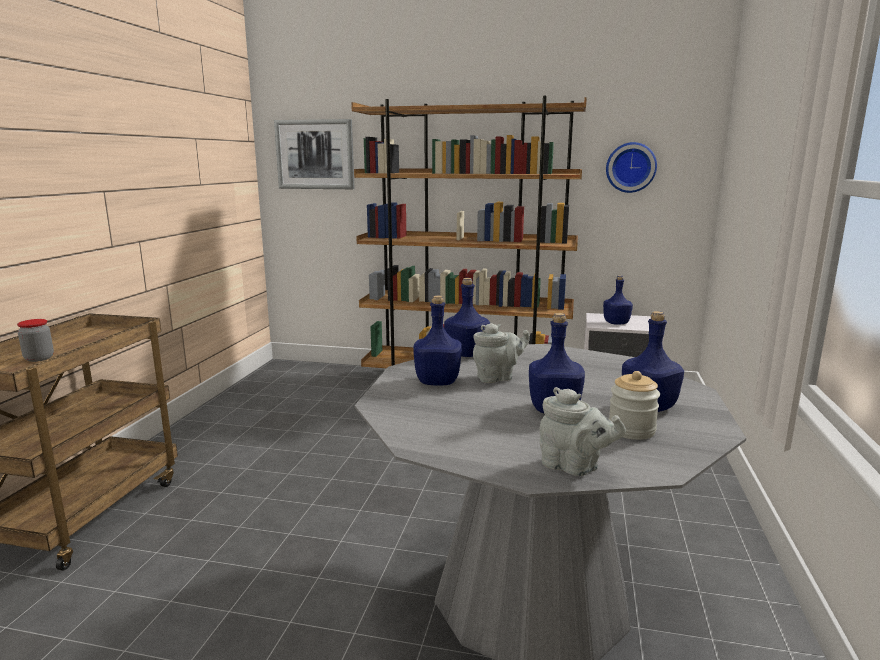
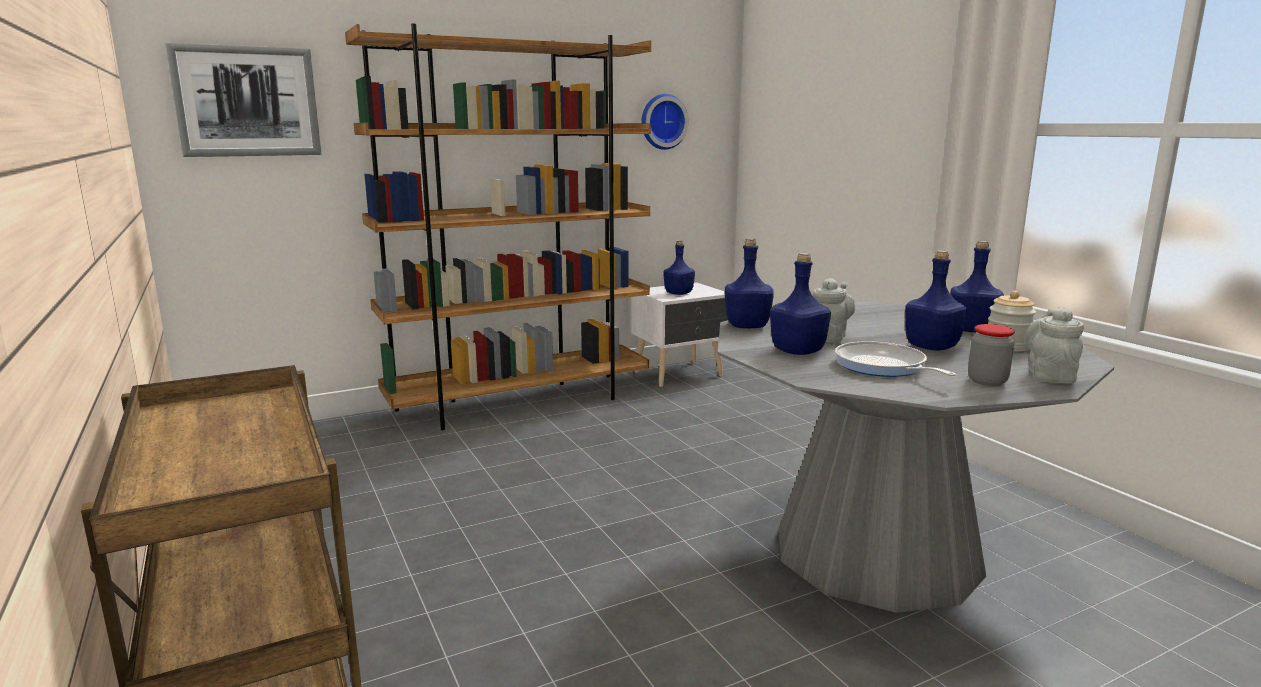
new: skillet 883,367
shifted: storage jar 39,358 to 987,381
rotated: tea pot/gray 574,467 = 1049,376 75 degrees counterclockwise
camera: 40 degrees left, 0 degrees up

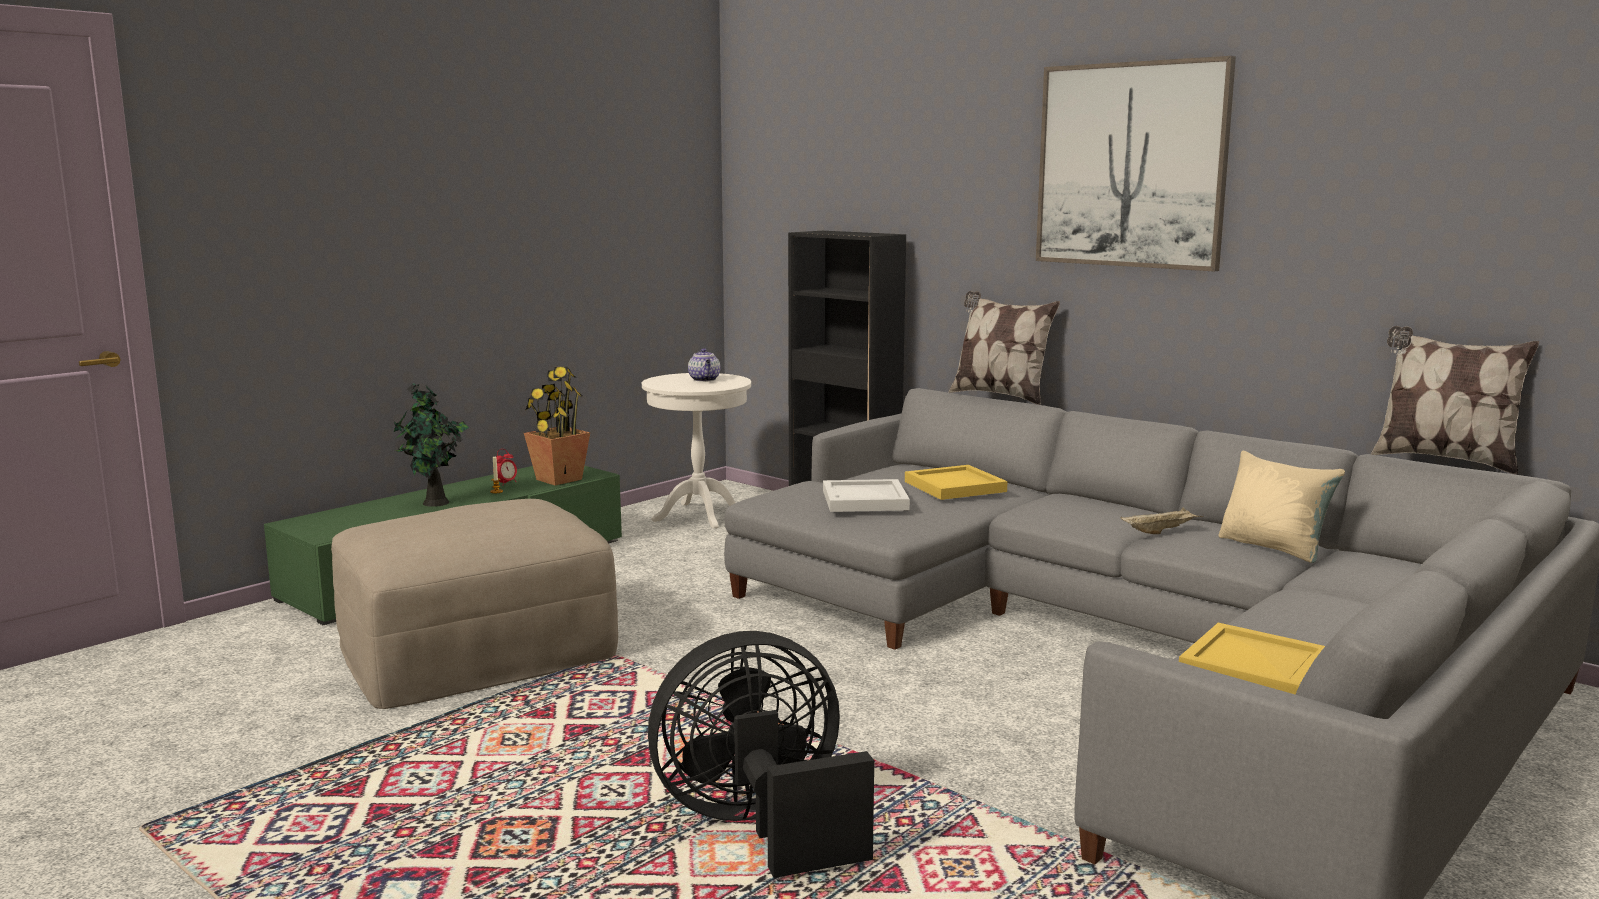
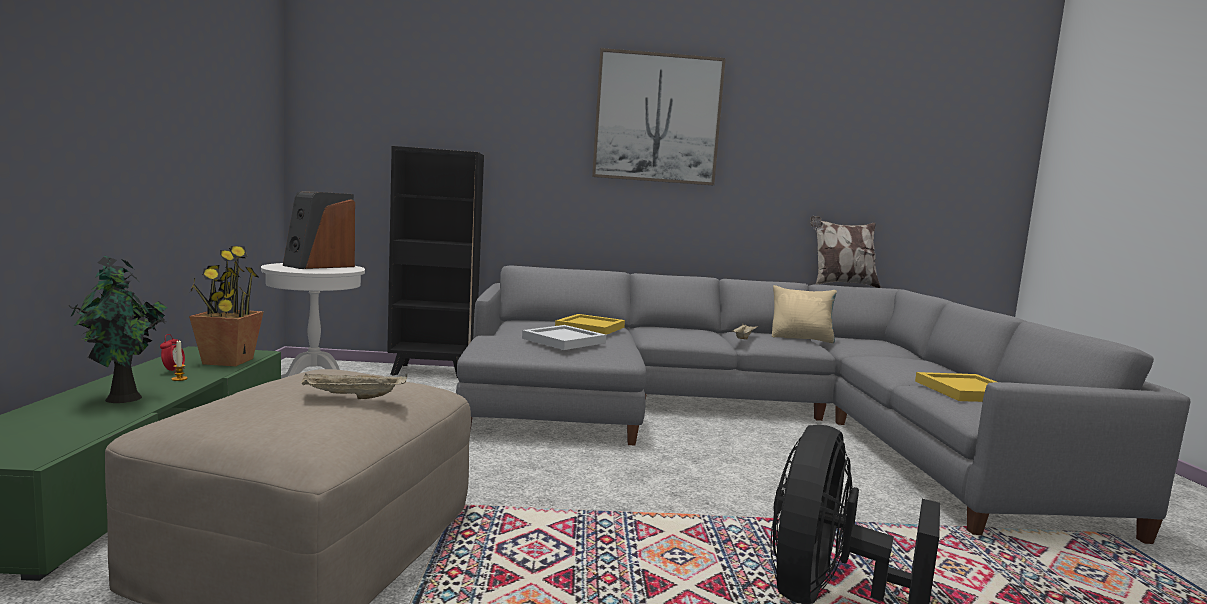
gone: throw pillow 999,396
new: tray/beige 352,397
swapped: tea pot 705,380 to speaker 319,266
camera: 45 degrees left, 5 degrees down

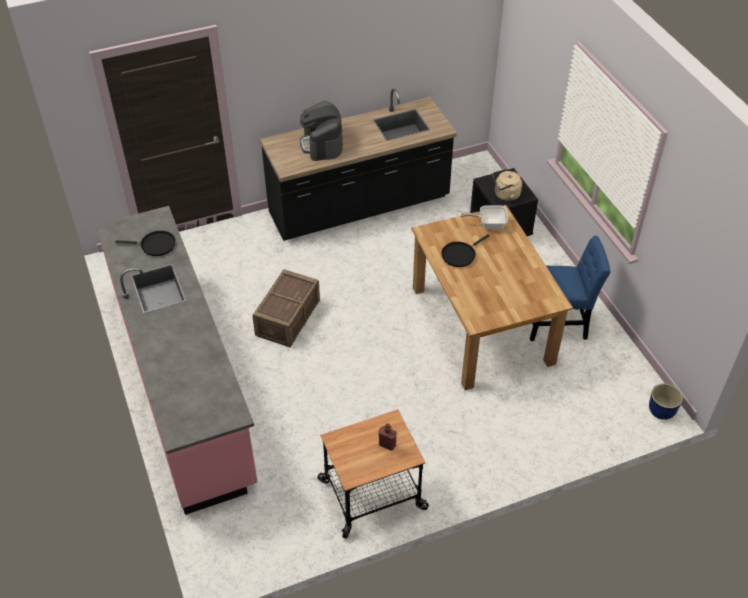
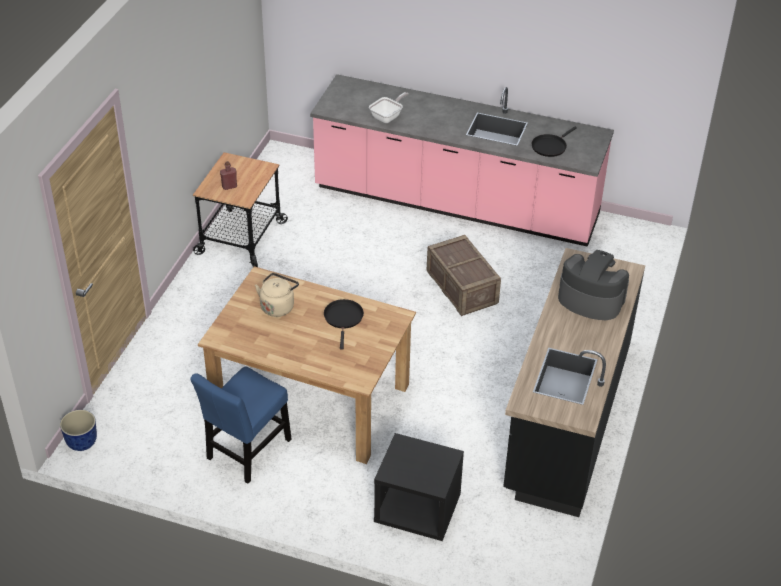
shifted: tea kettle/beige 505,195 to 278,306; skillet 489,224 to 388,116
camera: 130 degrees right, 5 degrees down

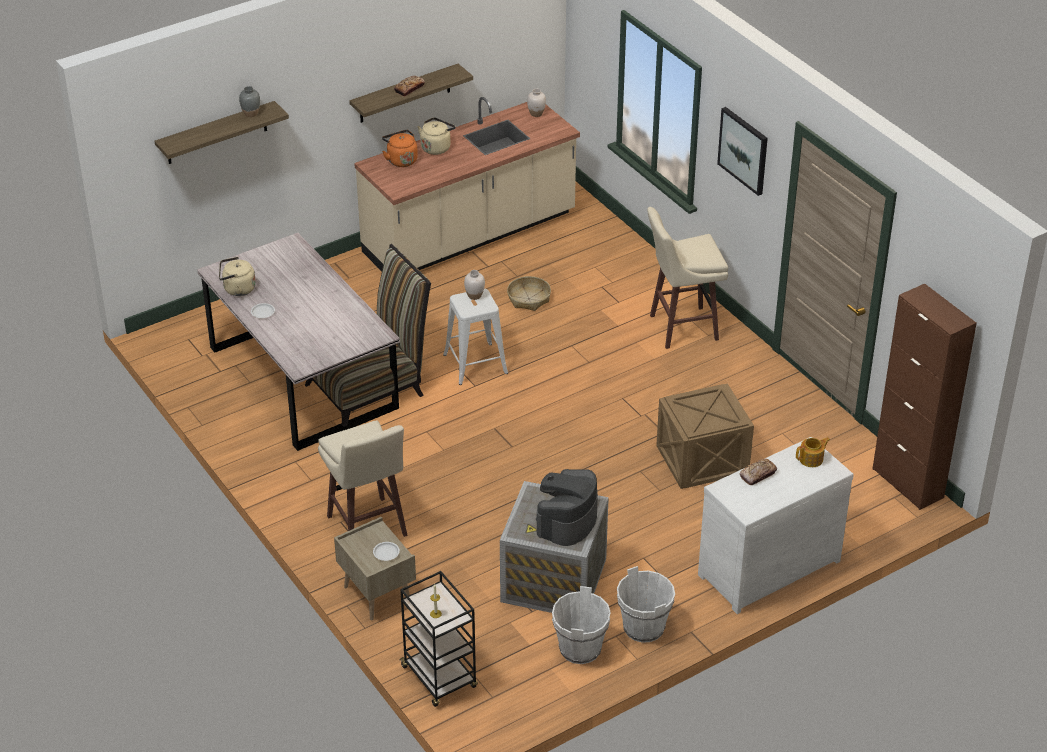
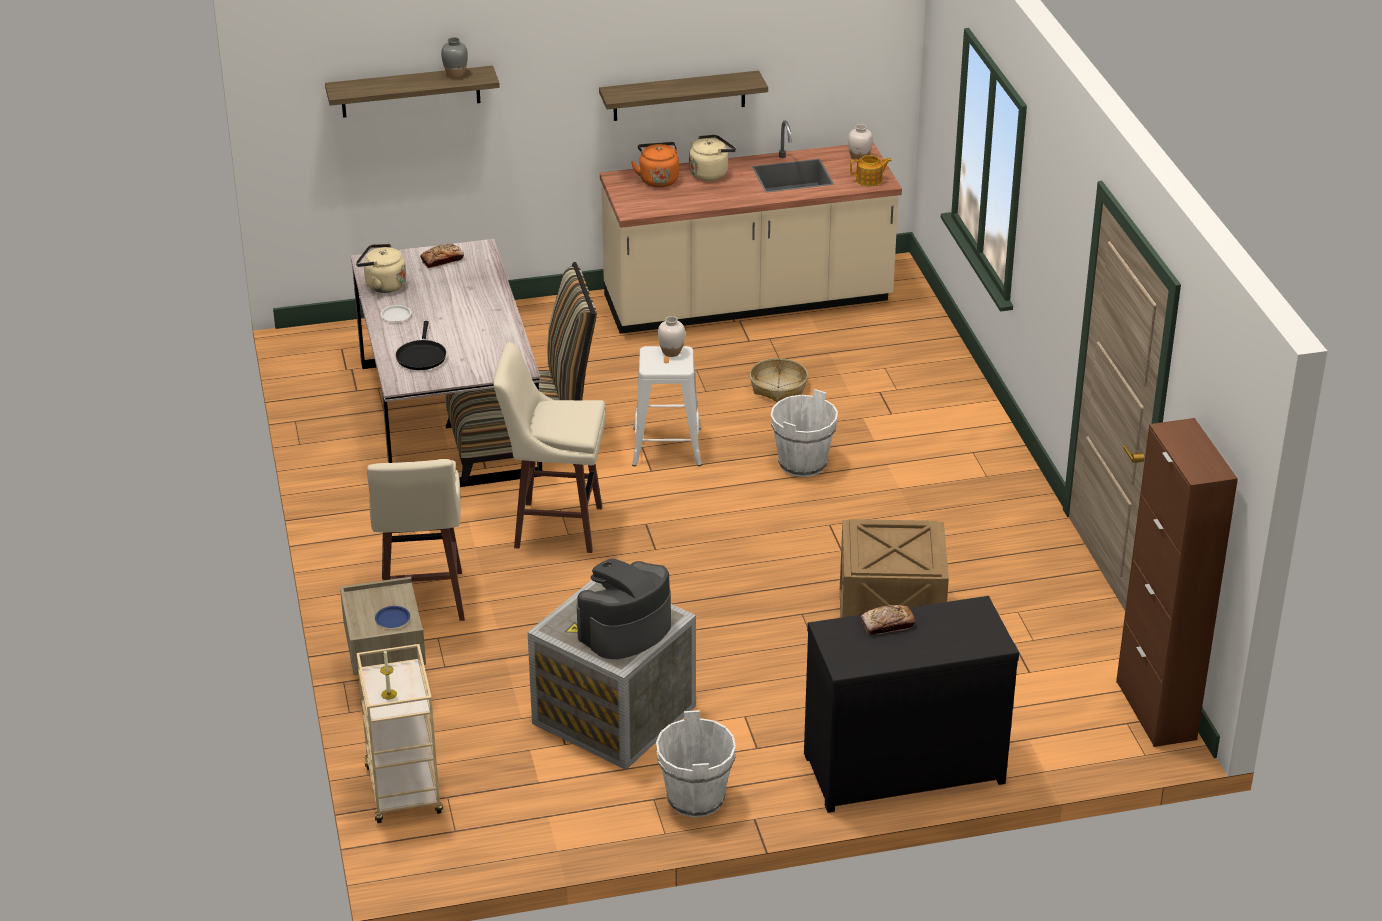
gone: wall picture 744,150
new: skillet/black 421,356
shifted: baked bread 409,88 to 442,260; stool/beige 681,328 to 555,526; pail/white 580,649 to 802,463; tea pot 811,459 to 870,180
repainted: cart/black 440,678 to cart/beige 404,792; flat dish/white 386,553 to flat dish/blue-coloured 392,619; dresser/white 765,566 to dresser/black 900,765
camera: 20 degrees right, 5 degrees down

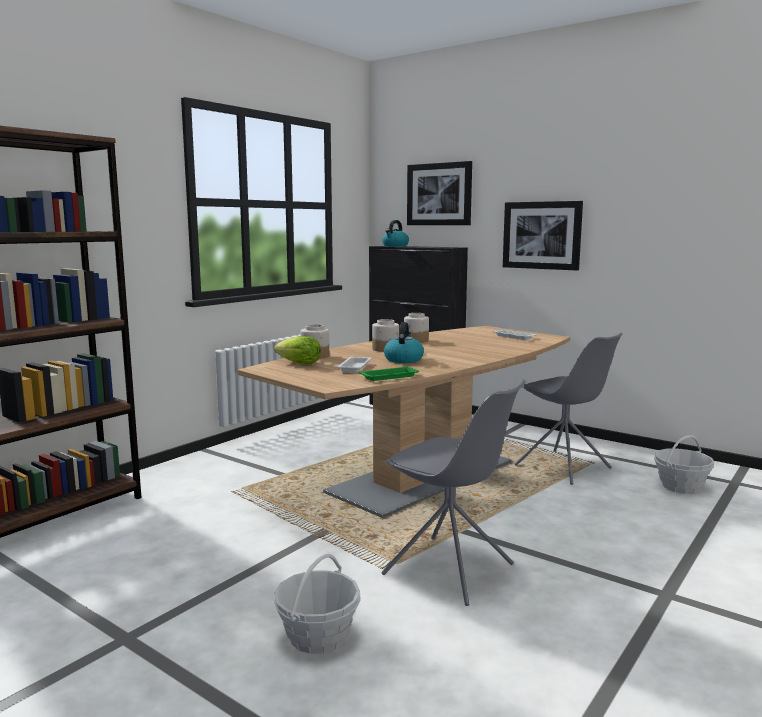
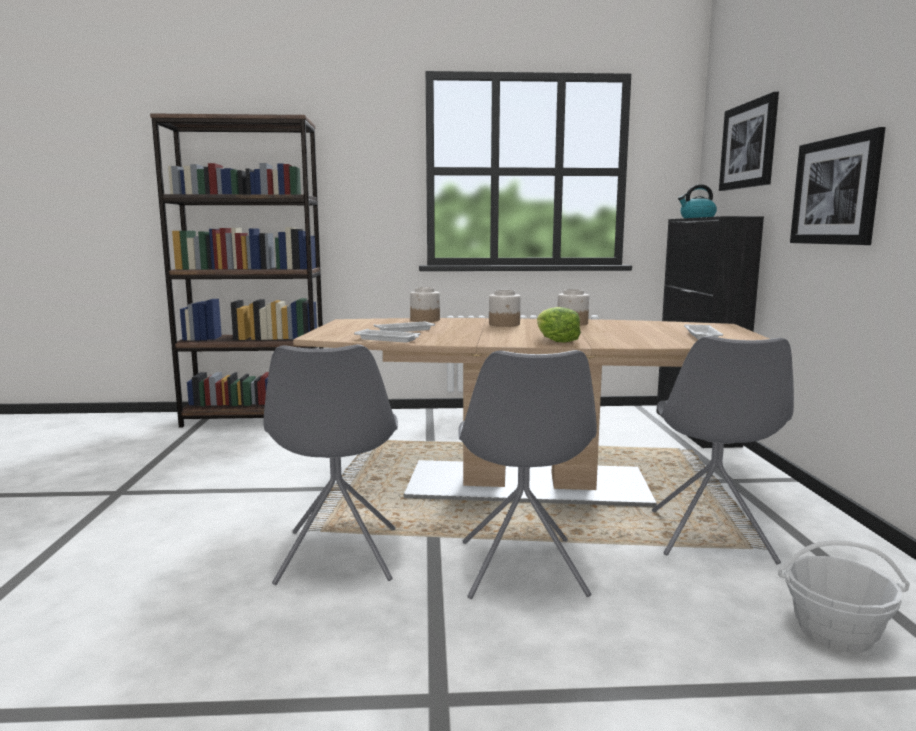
gone: basket 318,636; tea kettle 403,359
new: chair/gray 521,569
shifted: lettuce head 299,363 to 555,340
repainted: tray/green-coloured 390,377 to tray/white 389,339
camera: 50 degrees right, 0 degrees up

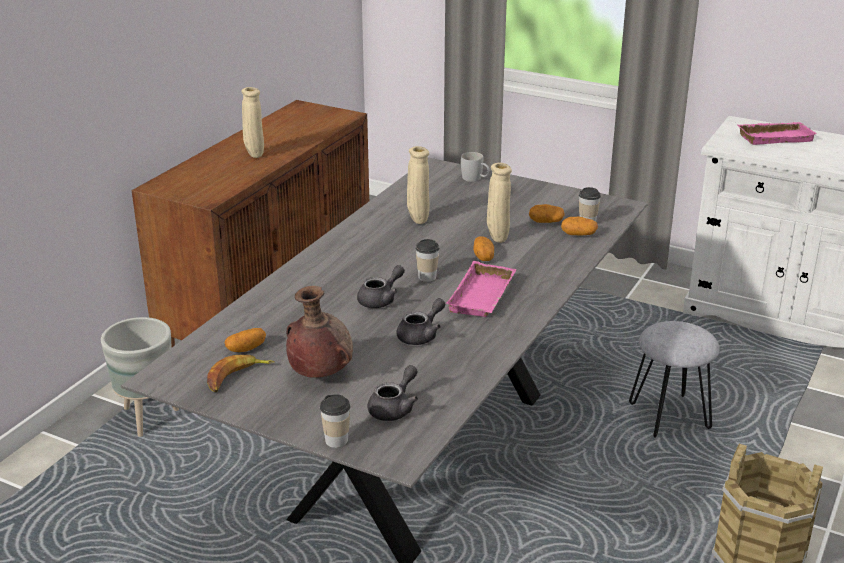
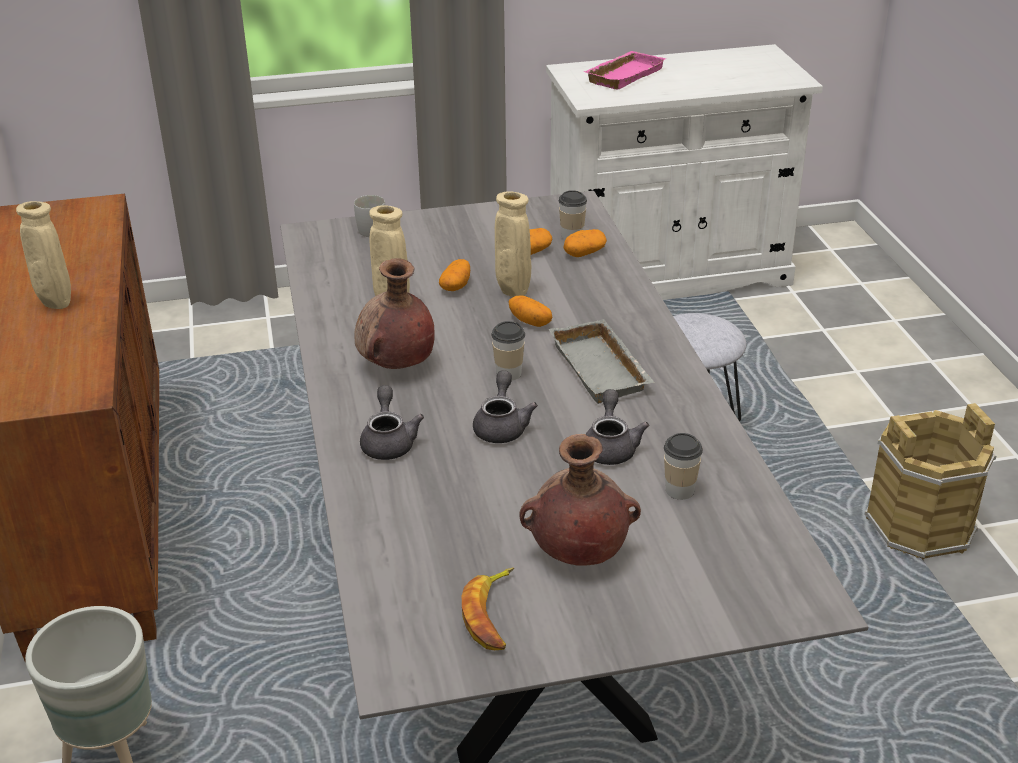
new: vase/brownish 396,366
shifted: tea pot/gray 394,408 to 389,441; spud 246,349 to 456,286; small cup 336,440 to 679,490
repainted: tray/pinkish 483,297 to tray/gray 603,369
camera: 40 degrees left, 5 degrees up

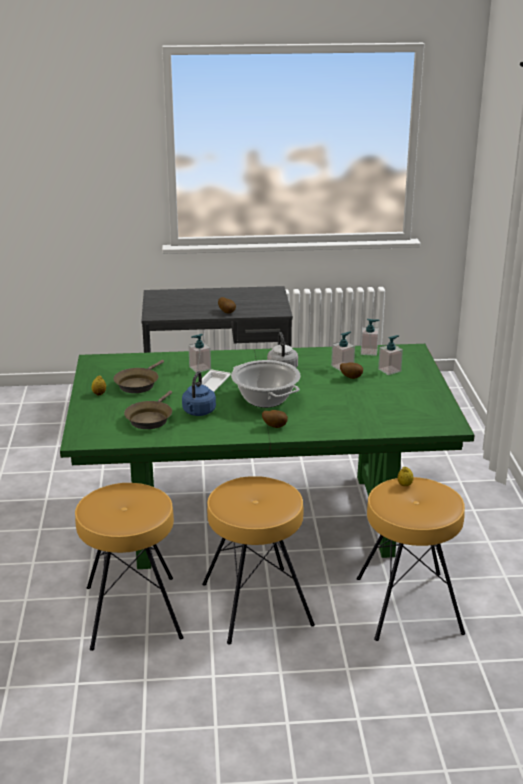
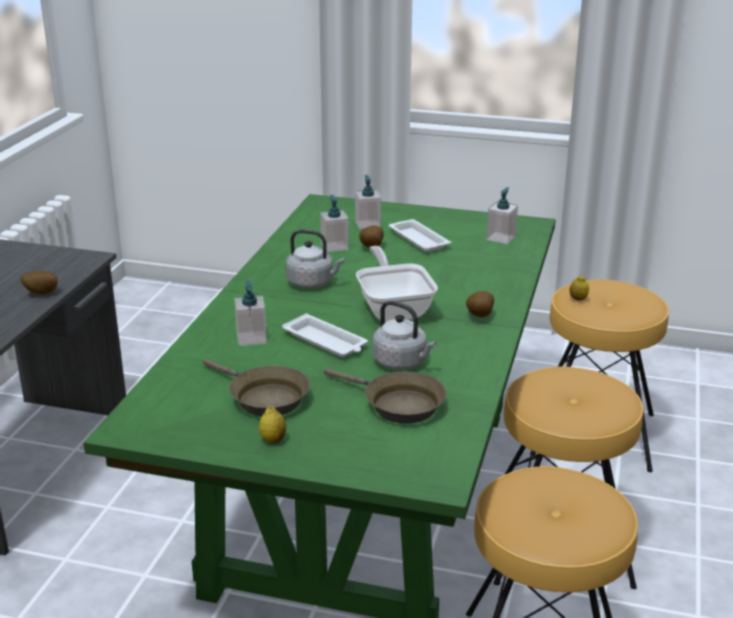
new: tray/white 418,239
shifted: soap dispenser 369,352 to 501,238
swapped: stockpot 266,399 to skillet 394,309
repainted: tea kettle/blue-coloured 198,412 to tea kettle/gray 402,362
camera: 70 degrees left, 0 degrees up

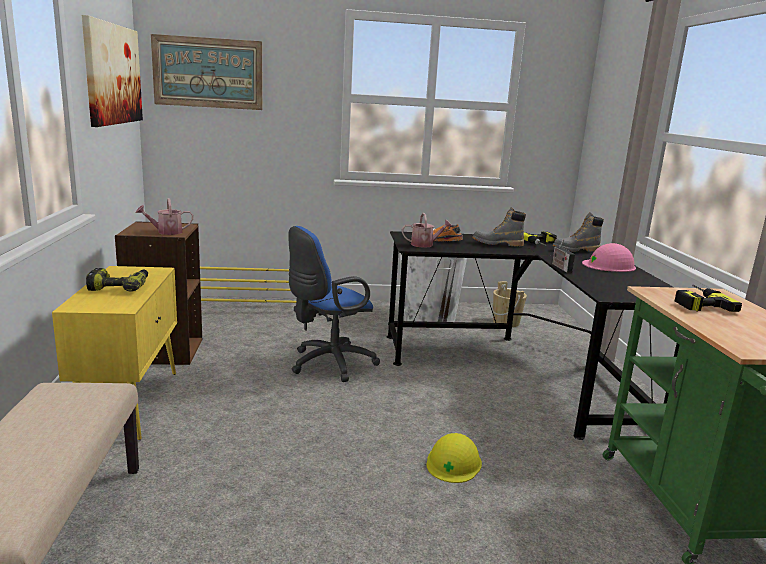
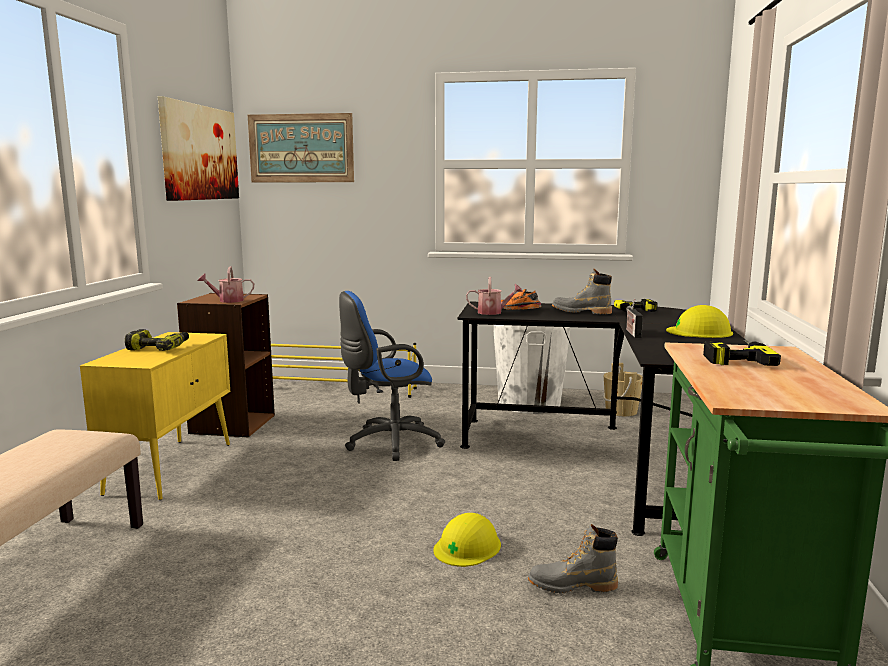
shifted: high-top boot/gray 575,250 to 572,585
repainted: hard hat/pinkish 609,265 to hard hat/yellowish 700,332
camera: 15 degrees right, 5 degrees down

